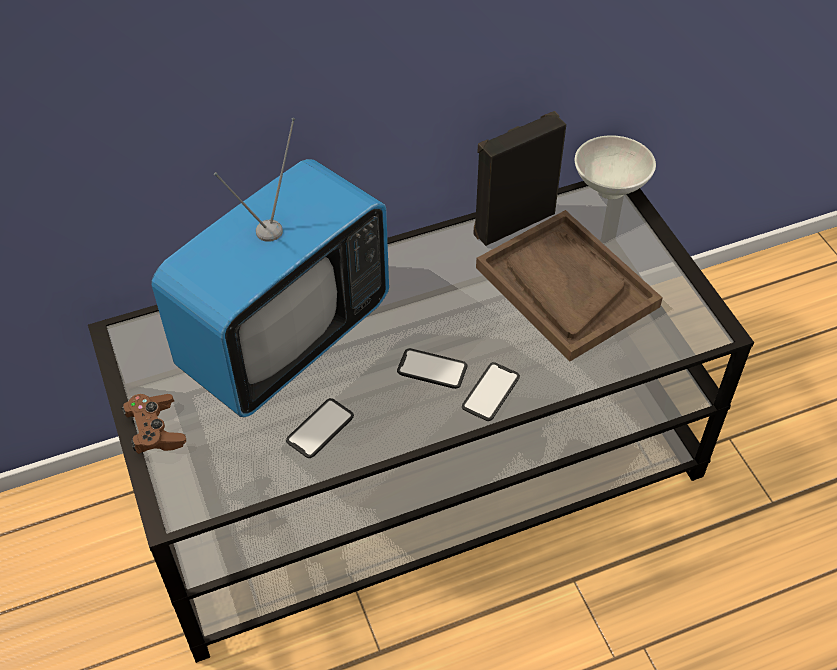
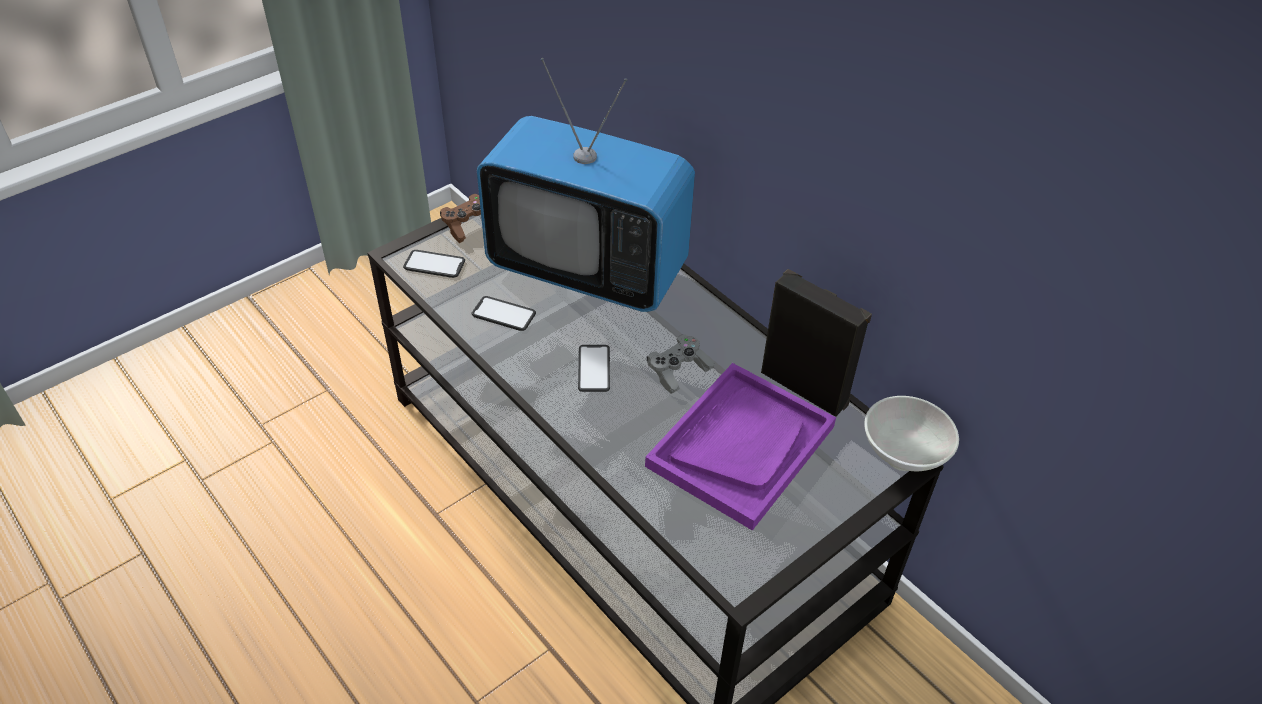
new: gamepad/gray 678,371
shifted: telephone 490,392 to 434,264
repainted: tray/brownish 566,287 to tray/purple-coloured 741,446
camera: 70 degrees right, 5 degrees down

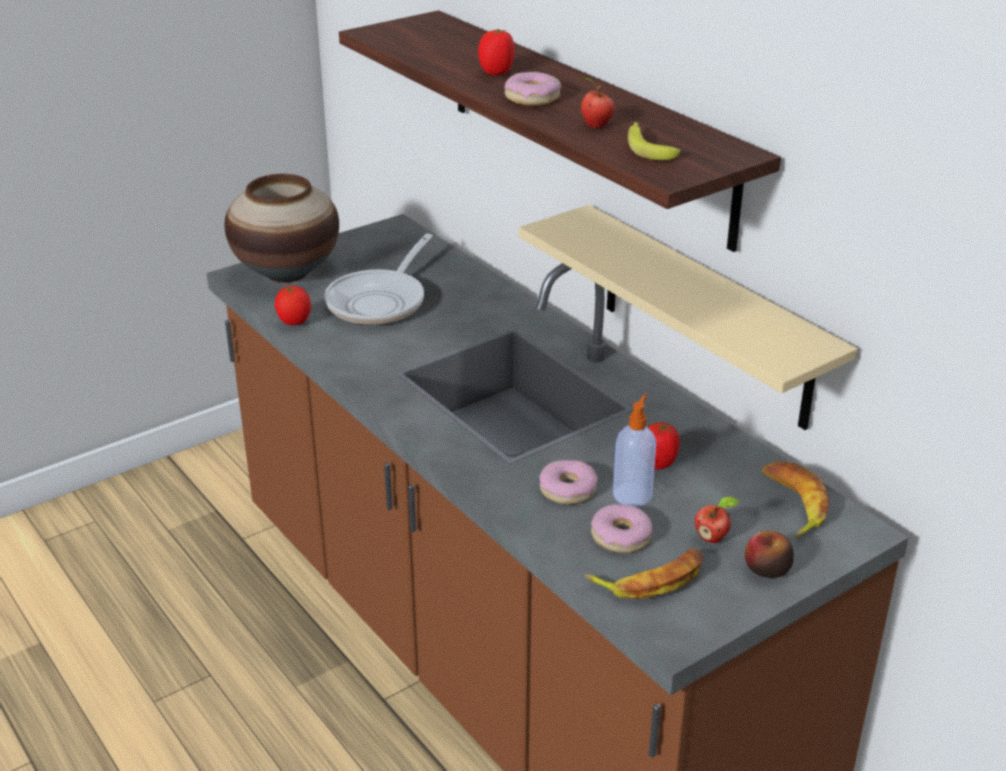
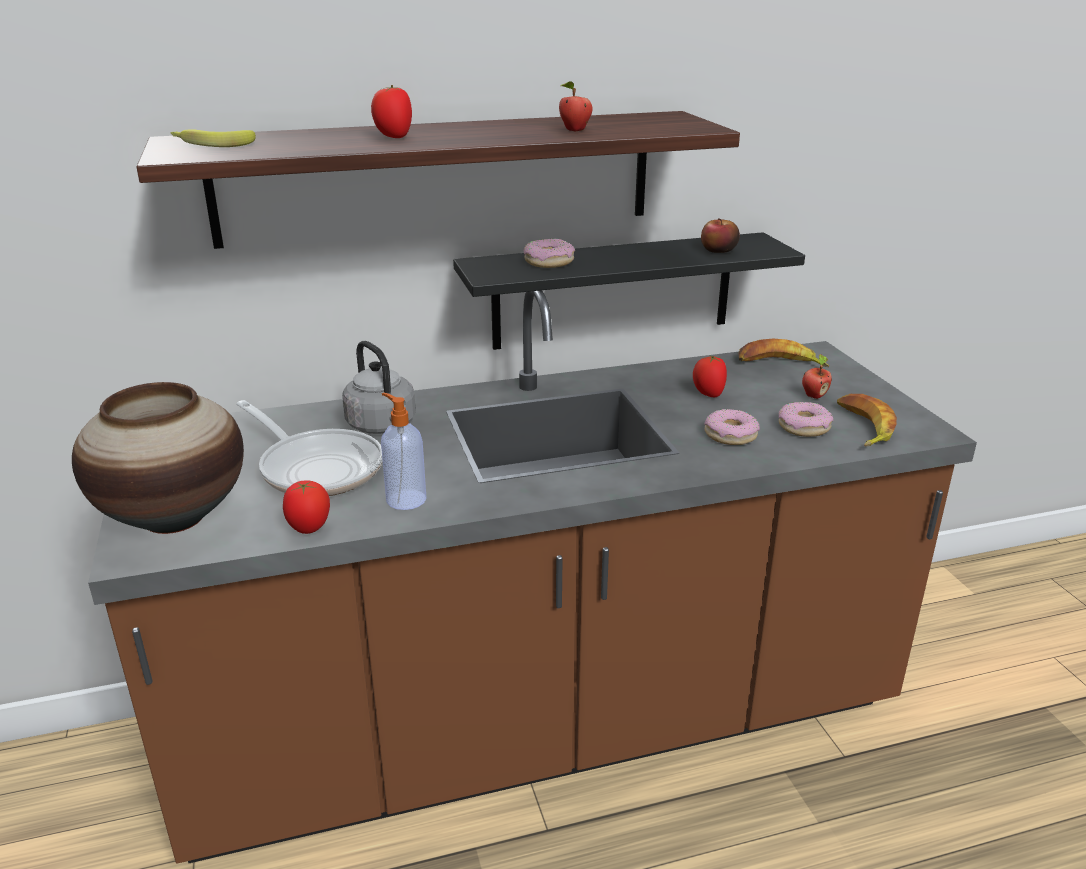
new: tea kettle/gray 383,426
shifted: banana fruit 648,147 to 212,144; soap dispenser 633,494 to 405,499; doughnut 532,98 to 549,262; whole apple 766,569 to 719,250
repainted: wall shelf/beige 705,317 to wall shelf/black 613,291
camera: 70 degrees left, 5 degrees down

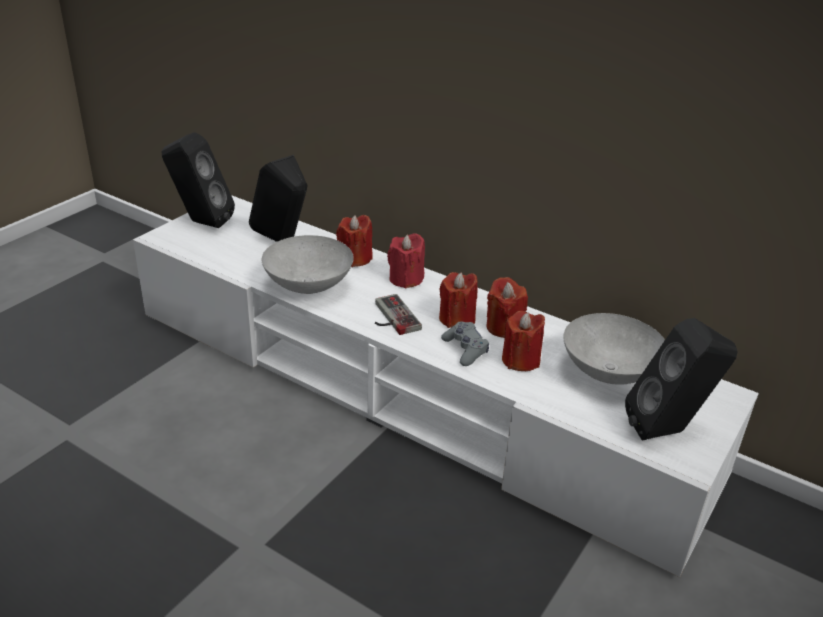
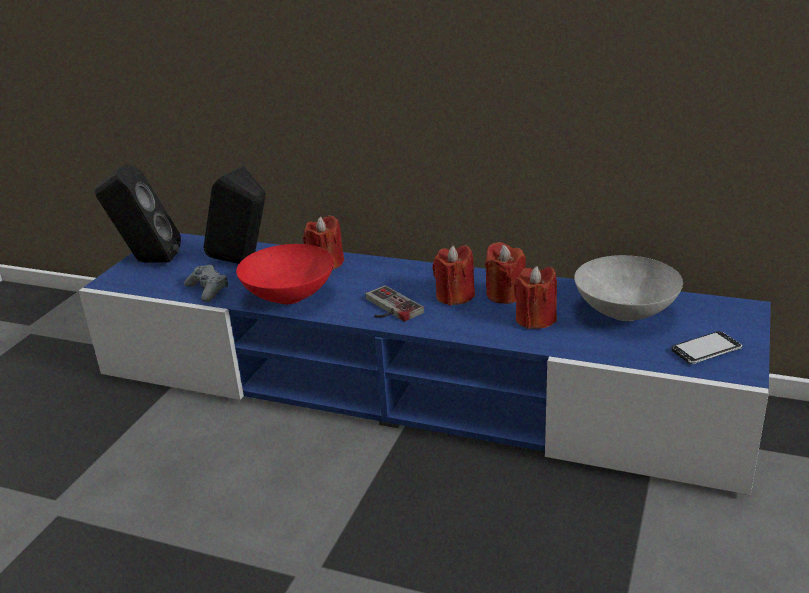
gone: wax light/reddish 406,279
shifted: gamepad/gray 465,349 to 208,290
swapped: speaker/black 668,431 to telephone 706,350
repainted: tv unit/white 409,392 to tv unit/blue-coloured 412,389; deep dish/gray 309,287 to deep dish/reddish 291,297
camera: 10 degrees left, 5 degrees down

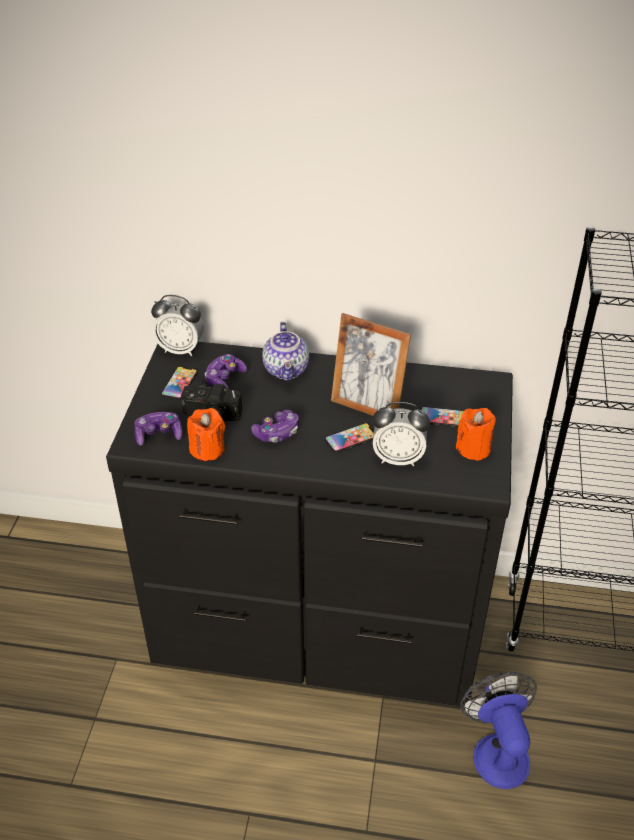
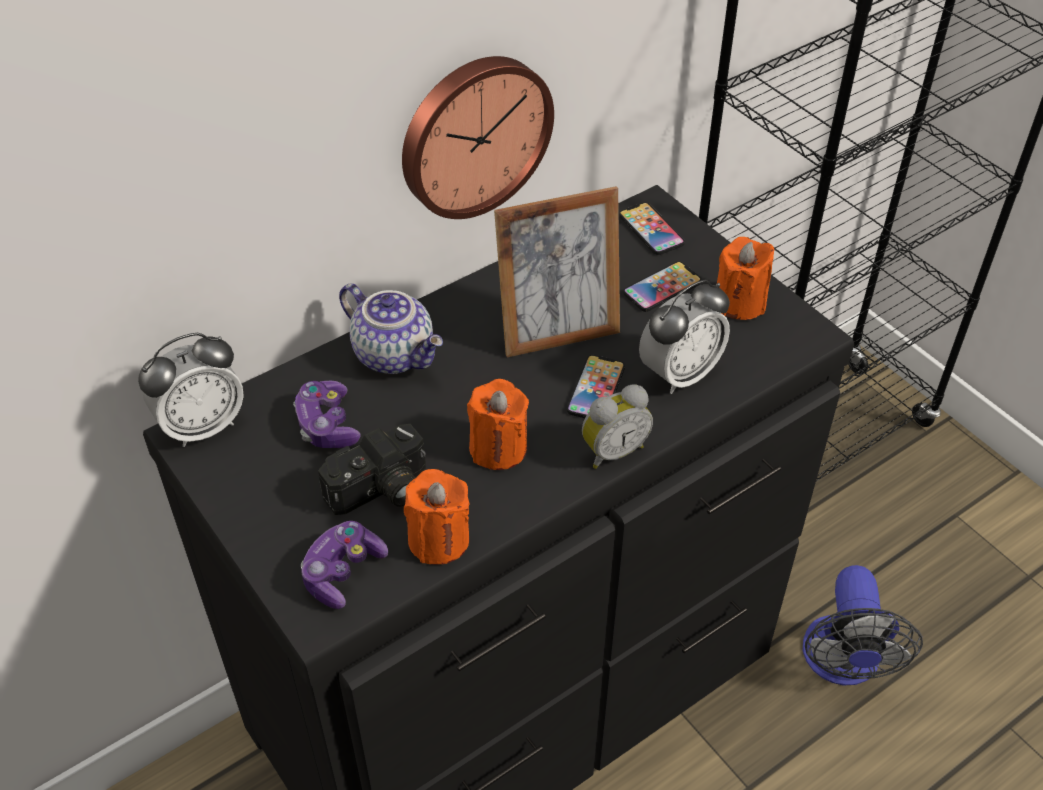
new: clock on the wall 473,134; alarm clock 612,450
shifted: telephone 179,384 to 651,230
swapped: gamepad 277,433 to wax light/orangey 498,448
rotated: fan 497,750 = 842,664 120 degrees counterclockwise
camera: 45 degrees left, 5 degrees up

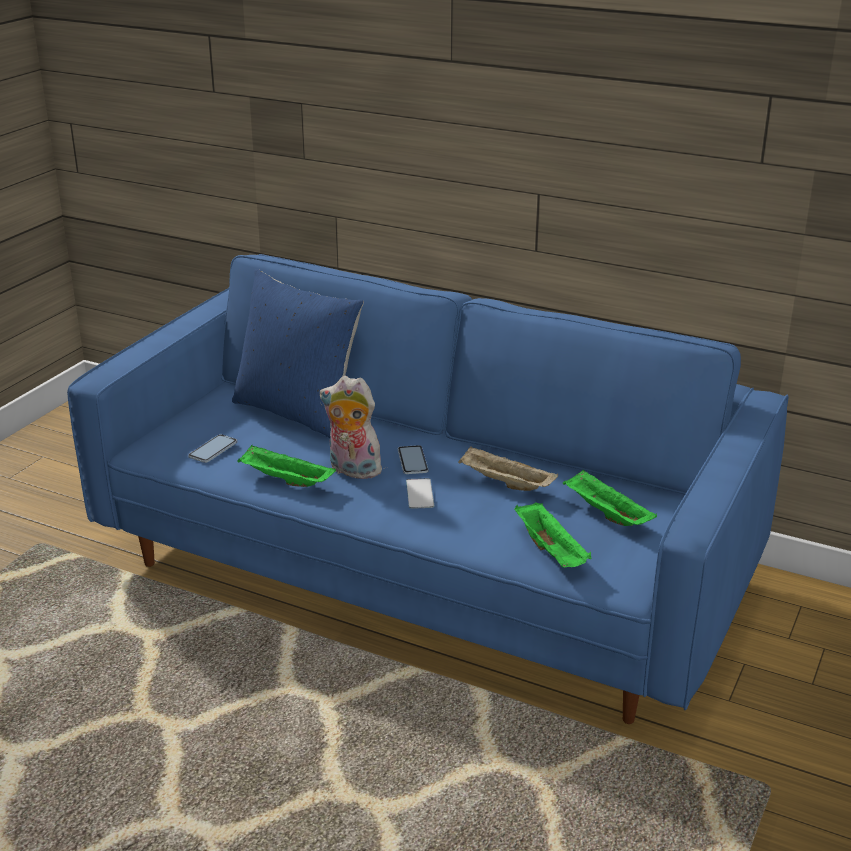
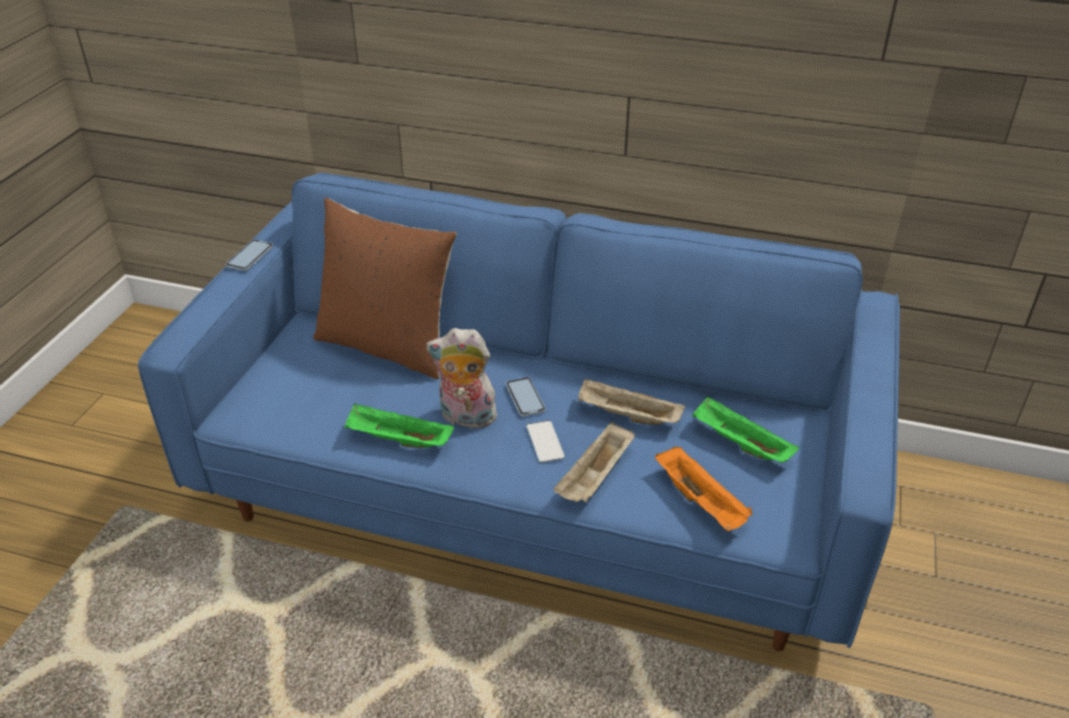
new: tray/beige 595,478
shifted: telephone 213,450 to 250,256
repainted: throw pillow/blue-coloured 298,412 to throw pillow/brownish 388,345; tray/green-coloured 551,552 to tray/orangey 701,502
camera: 10 degrees left, 10 degrees up

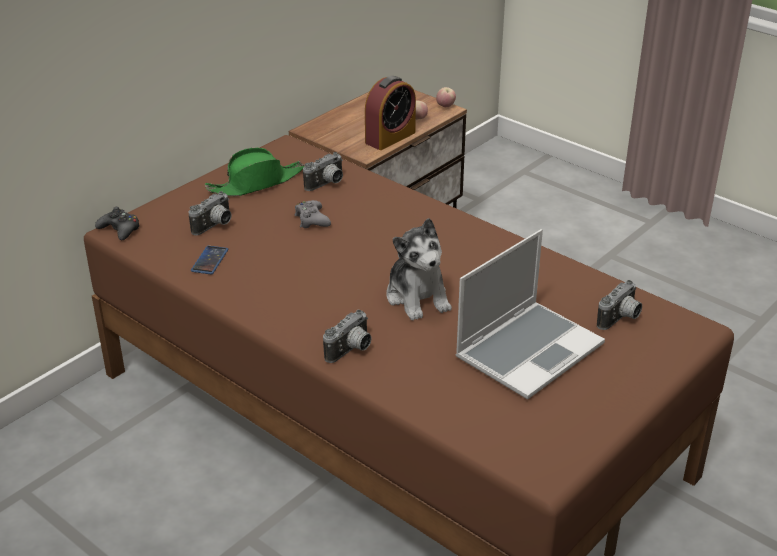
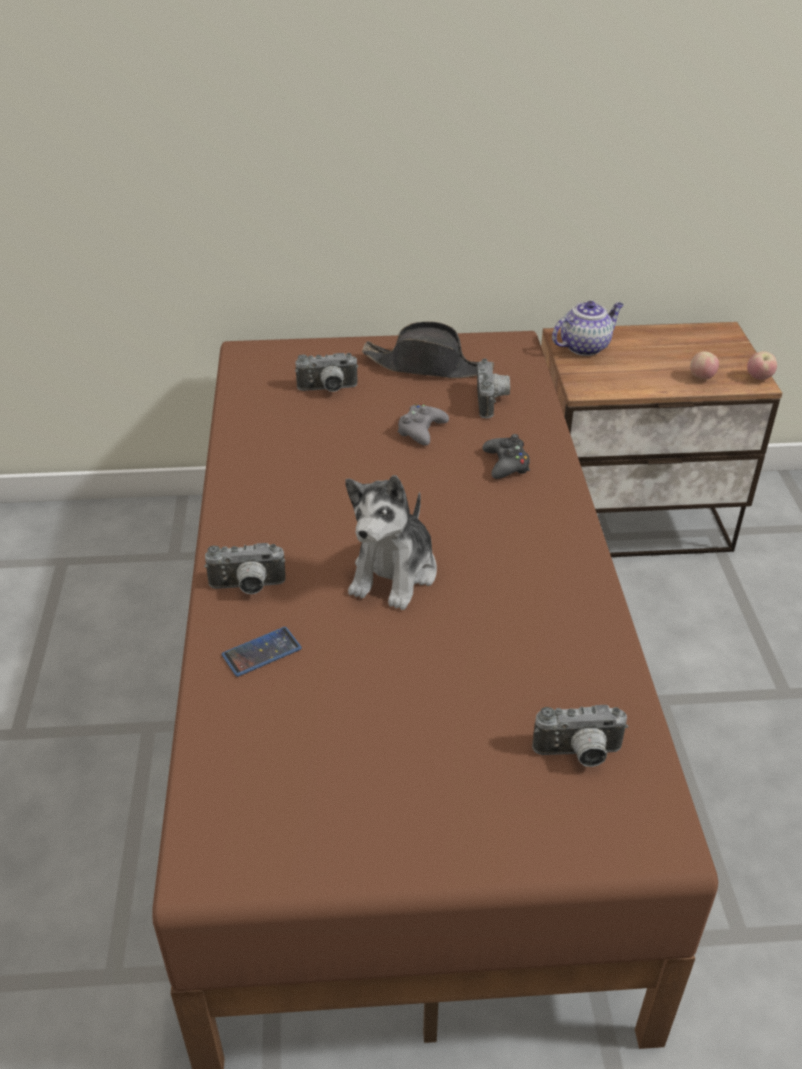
gone: alarm clock 390,137; laptop 529,350
new: tea pot 585,346
shifted: telephone 209,260 to 261,652; gamepad/black 120,229 to 506,464
repainted: hat/green-coloured 256,183 to hat/black 428,366
rotated: still camera 327,184 = 492,402 90 degrees counterclockwise
camera: 45 degrees right, 5 degrees up

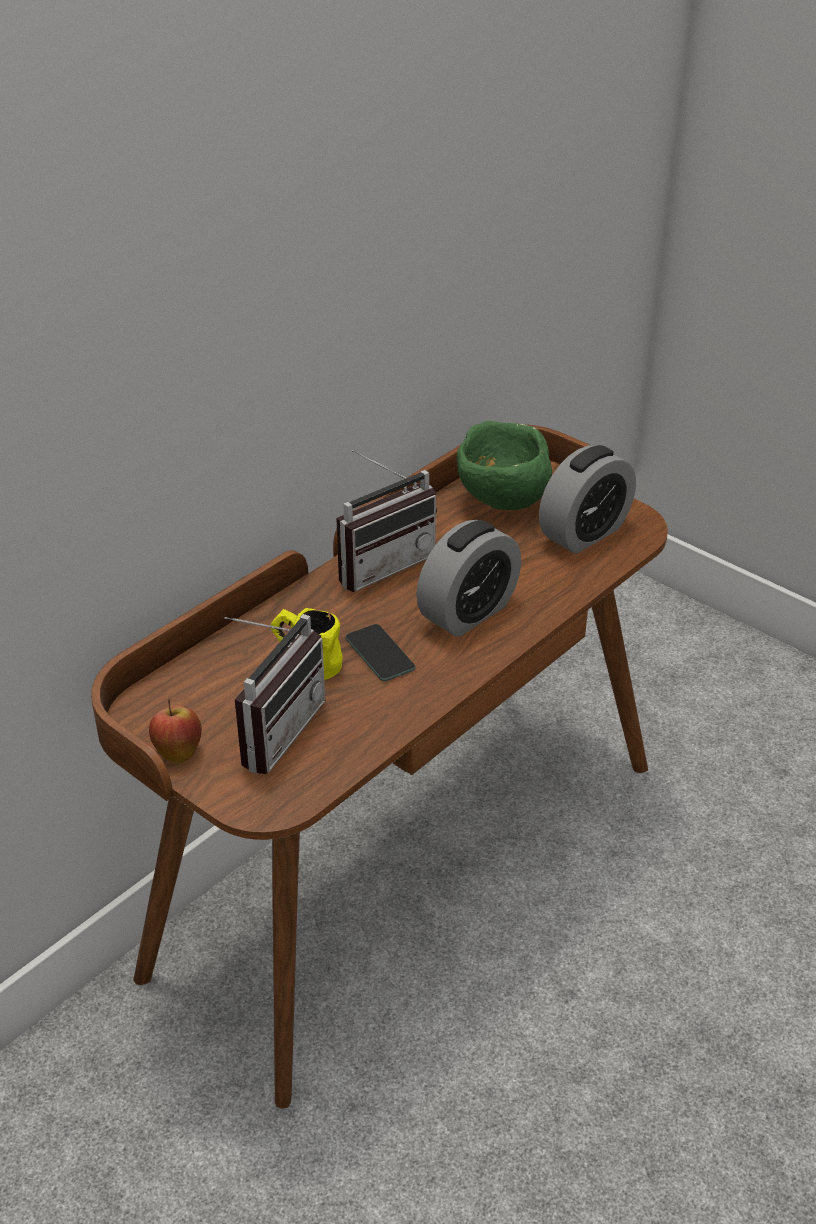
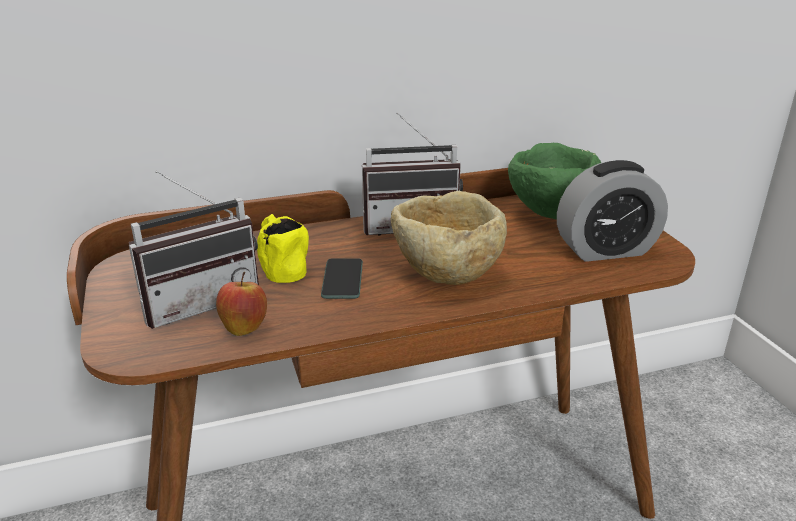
shifted: whole apple 178,751 to 244,327
swapped: alarm clock 468,613 to deep dish/beige 445,274
camera: 30 degrees right, 10 degrees down

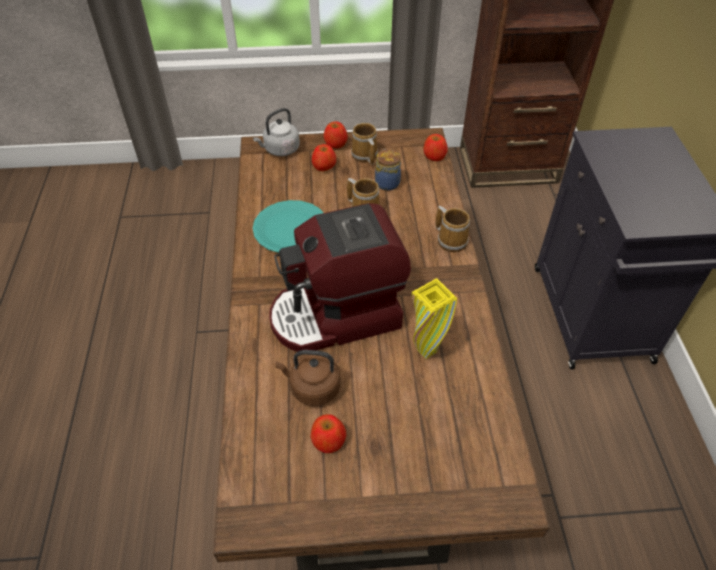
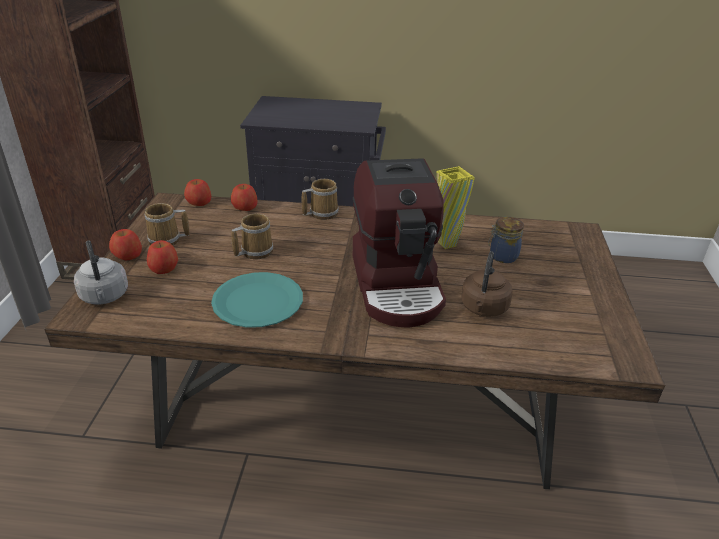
shifted: whole apple 328,440 to 245,207; storage jar 387,182 to 502,256
camera: 80 degrees left, 15 degrees down

